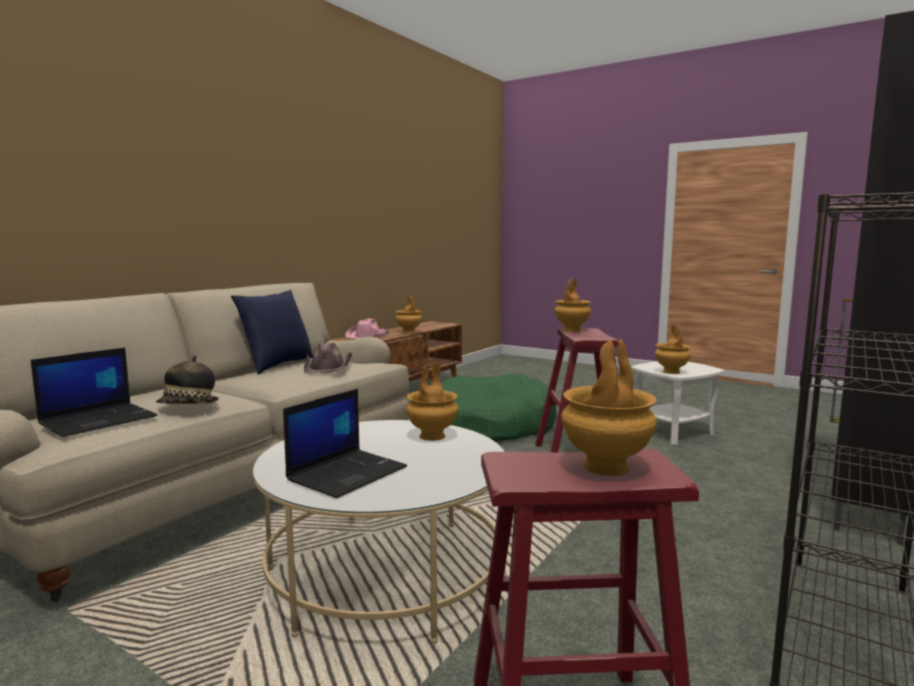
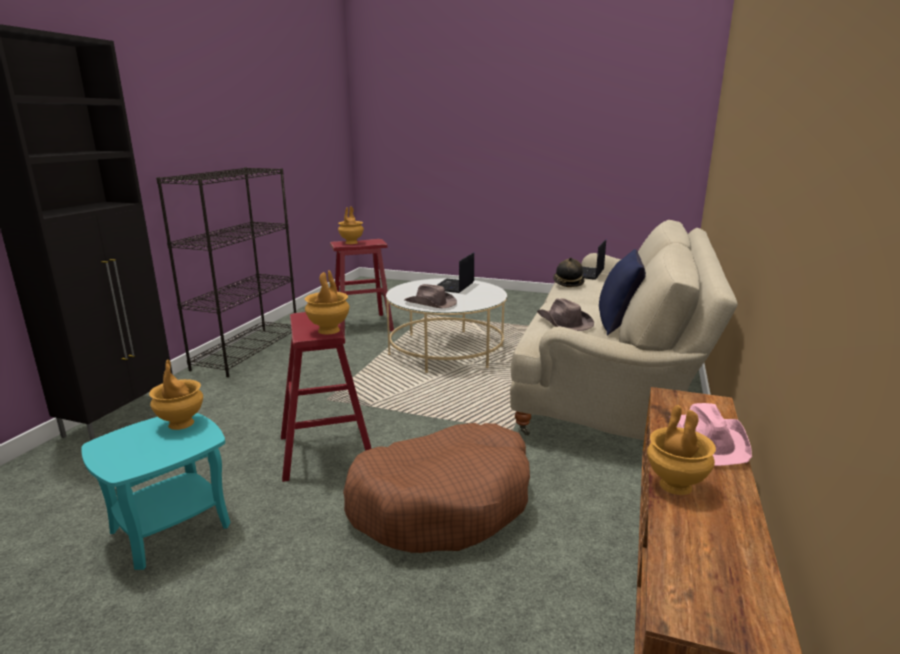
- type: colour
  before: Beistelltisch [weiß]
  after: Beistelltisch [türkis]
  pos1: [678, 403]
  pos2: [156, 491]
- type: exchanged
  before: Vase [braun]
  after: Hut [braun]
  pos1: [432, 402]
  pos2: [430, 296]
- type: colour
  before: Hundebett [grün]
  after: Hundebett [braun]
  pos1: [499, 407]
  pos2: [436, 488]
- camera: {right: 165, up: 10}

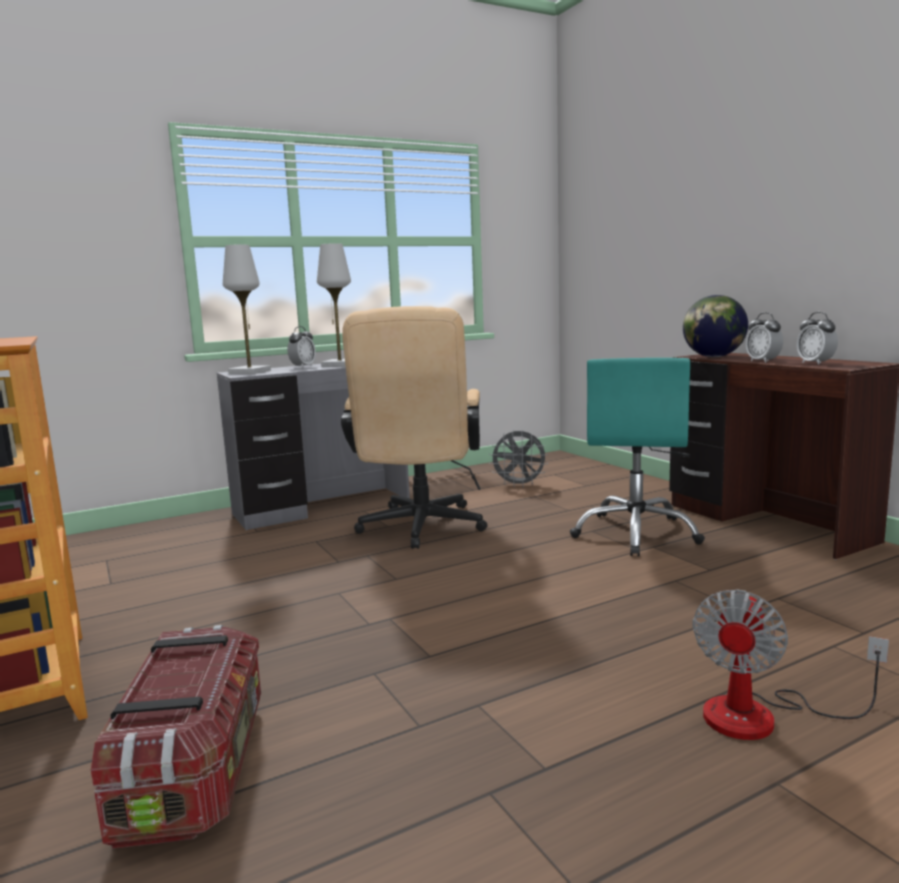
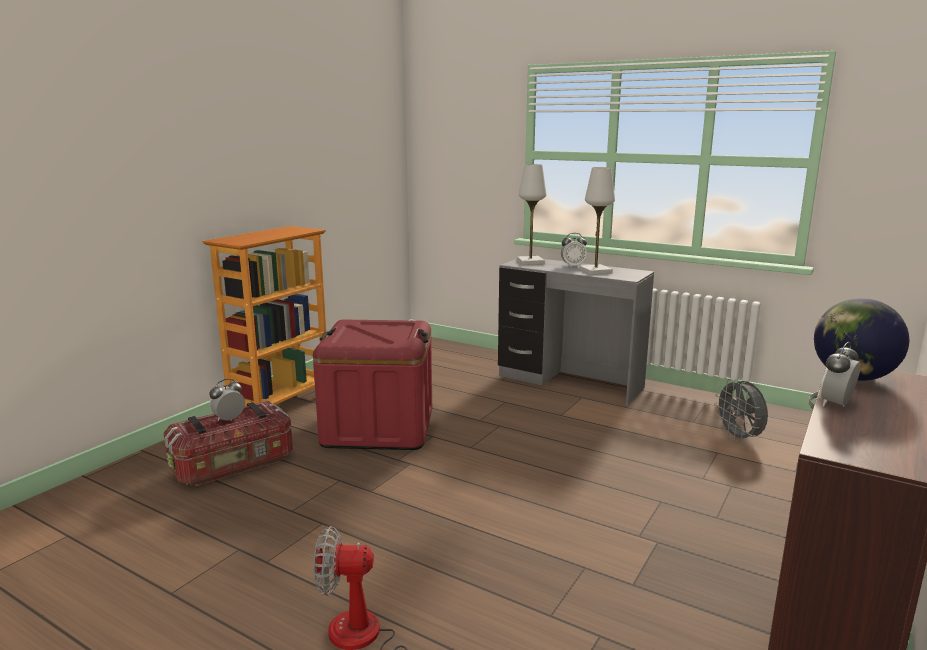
- type: missing
  before: Bürostuhl [beige]
  pos1: [414, 427]
- type: relocated
  before: Wecker
  pos1: [817, 338]
  pos2: [227, 400]
- type: missing
  before: Bürostuhl [türkis]
  pos1: [637, 457]
- type: appeared
  after: Aufbewahrungsbox [rot]
  pos2: [372, 385]
- camera: {right: 60, up: 5}

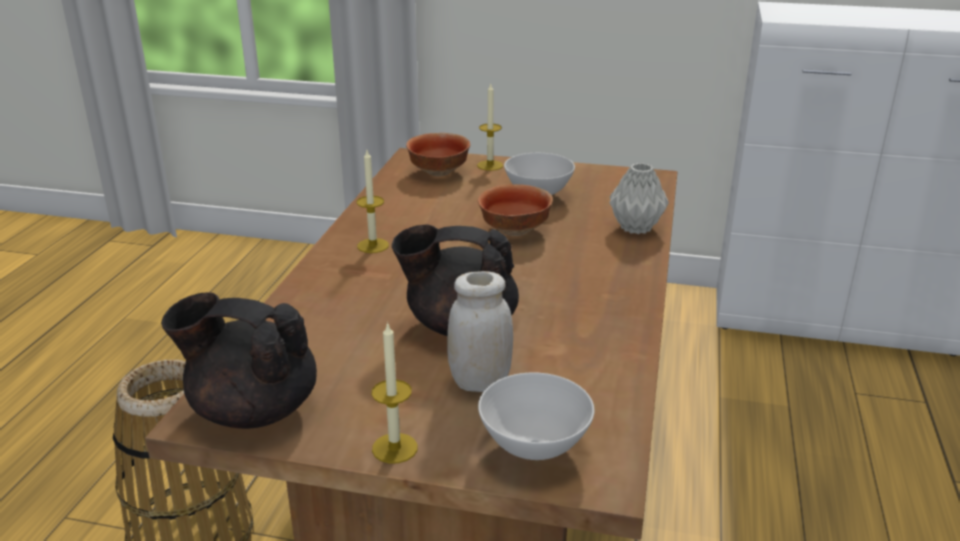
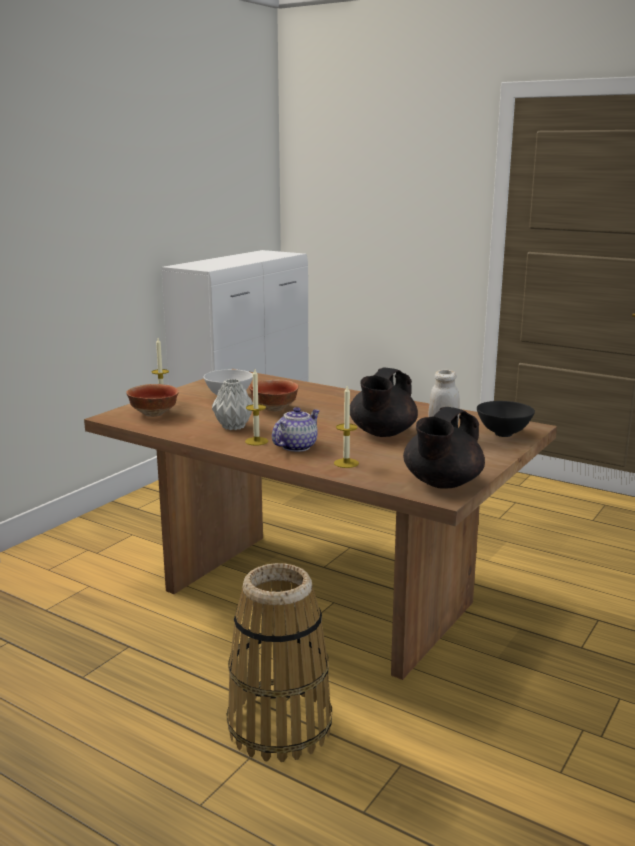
- type: relocated
  before: Vase [grau]
  pos1: [639, 198]
  pos2: [232, 404]
- type: relocated
  before: Kerze
  pos1: [394, 393]
  pos2: [346, 427]
- type: colour
  before: Schüssel [weiß]
  after: Schüssel [schwarz]
  pos1: [536, 416]
  pos2: [506, 419]
- type: appeared
  after: Teekanne
  pos2: [296, 429]
- camera: {right: -70, up: -10}

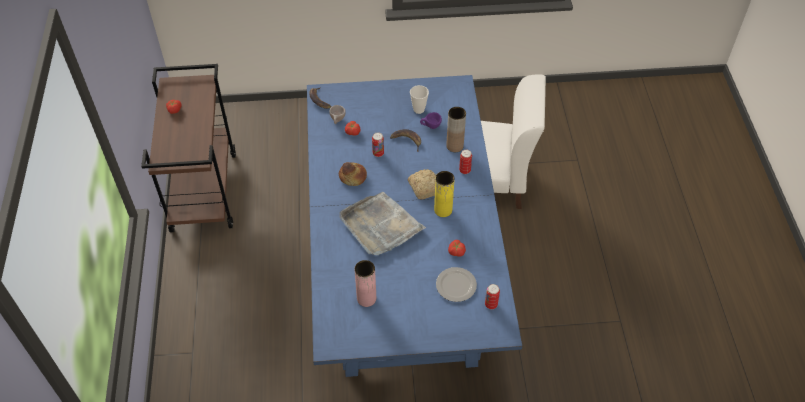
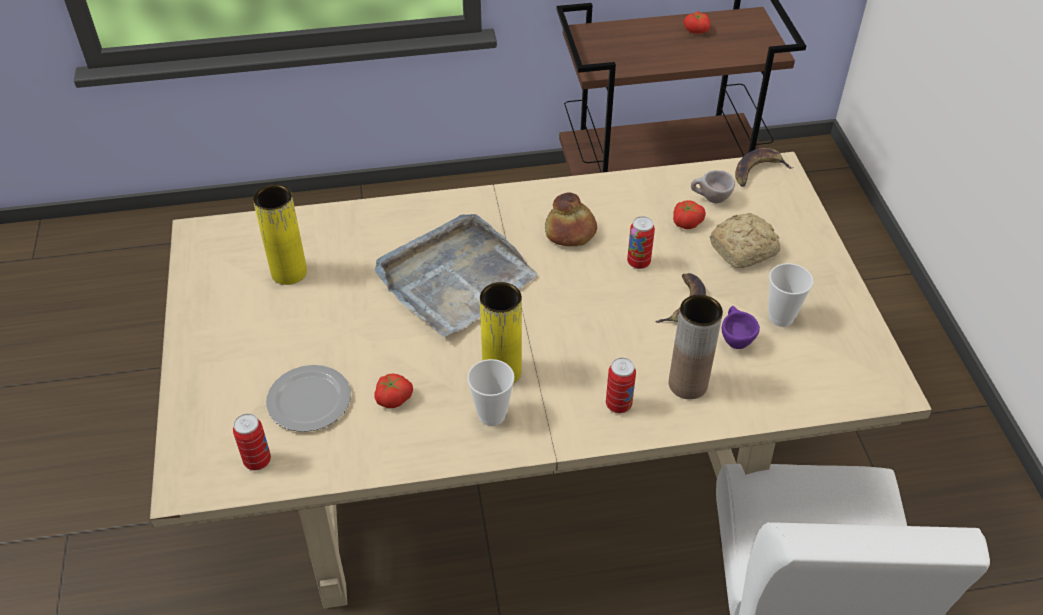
- type: colour
  before: Esstisch [blau]
  after: Esstisch [beige]
  pos1: [414, 226]
  pos2: [541, 380]
- type: relocated
  before: Brot
  pos1: [422, 184]
  pos2: [745, 240]
- type: colour
  before: Vase [rosa]
  after: Vase [gelb]
  pos1: [365, 283]
  pos2: [280, 235]
- type: appeared
  after: Tasse
  pos2: [491, 392]
- camera: {right: 85, up: -5}

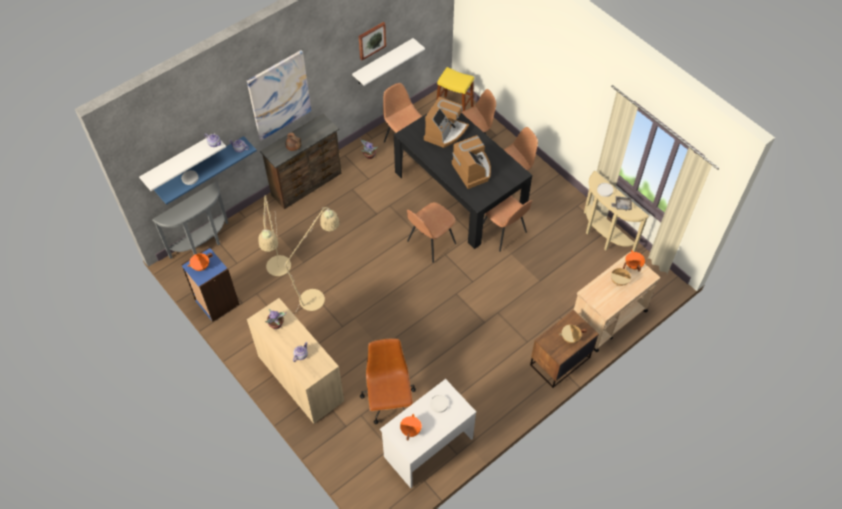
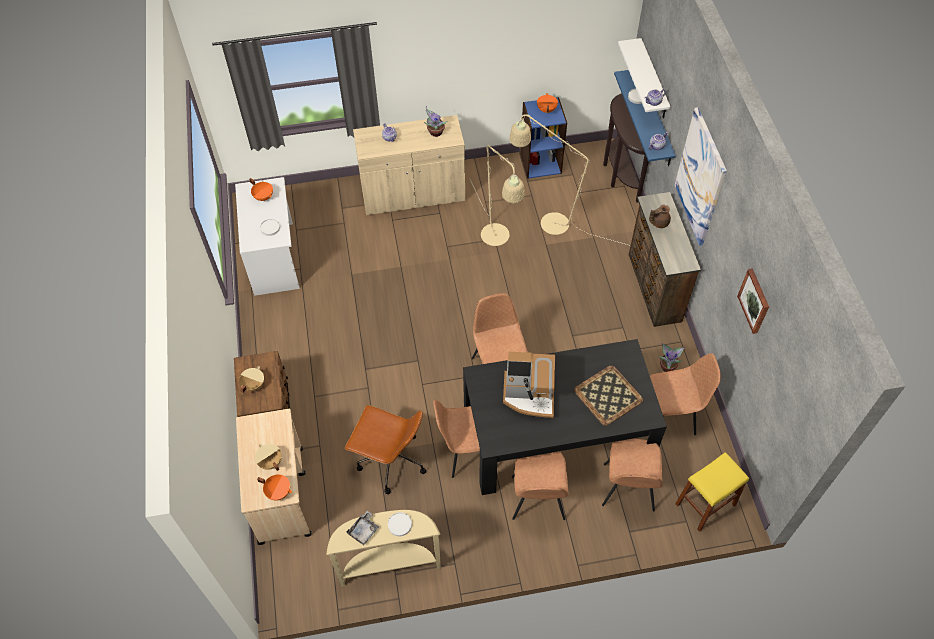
- type: missing
  before: Wandregal [weiß]
  pos1: [388, 62]
- type: exchanged
  before: Kaffeemaschine
  after: Tablett
  pos1: [446, 122]
  pos2: [608, 395]
- type: colour
  before: Konsolentisch [grau]
  after: Konsolentisch [braun]
  pos1: [190, 220]
  pos2: [626, 148]
- type: relocated
  before: Bürostuhl [braun]
  pos1: [388, 381]
  pos2: [385, 449]
- camera: {right: 120, up: 0}

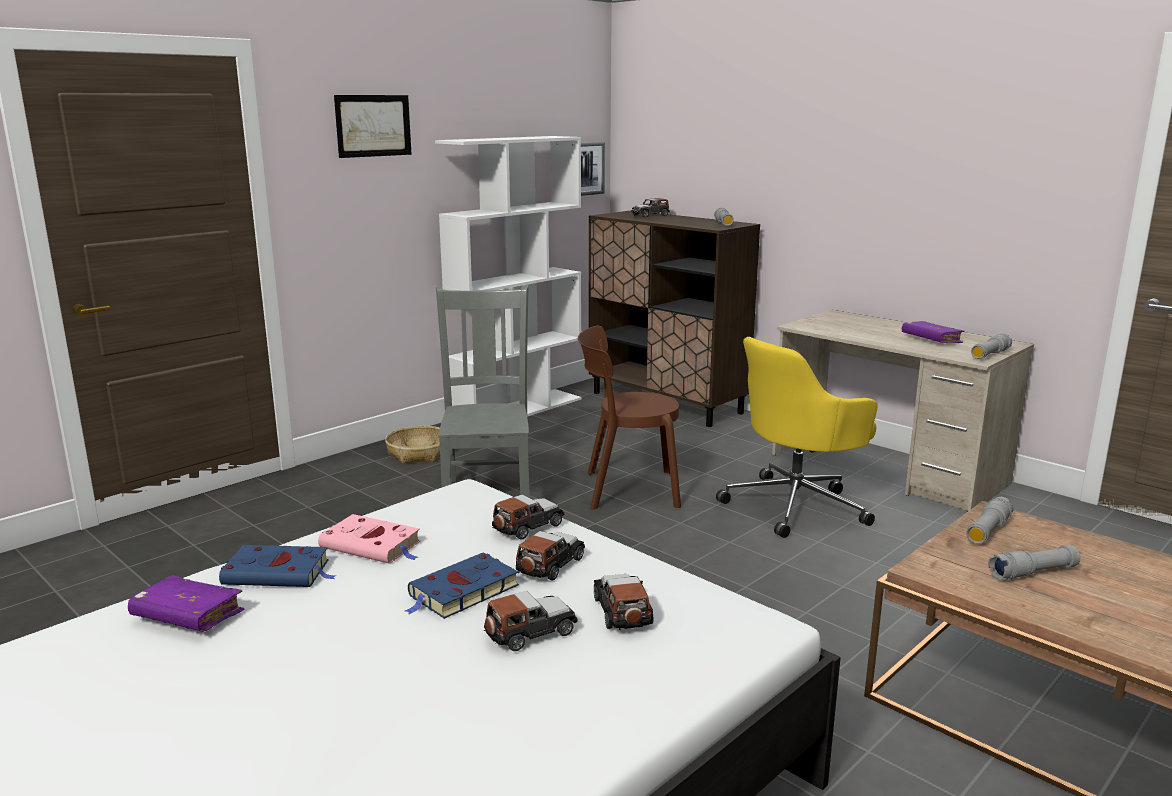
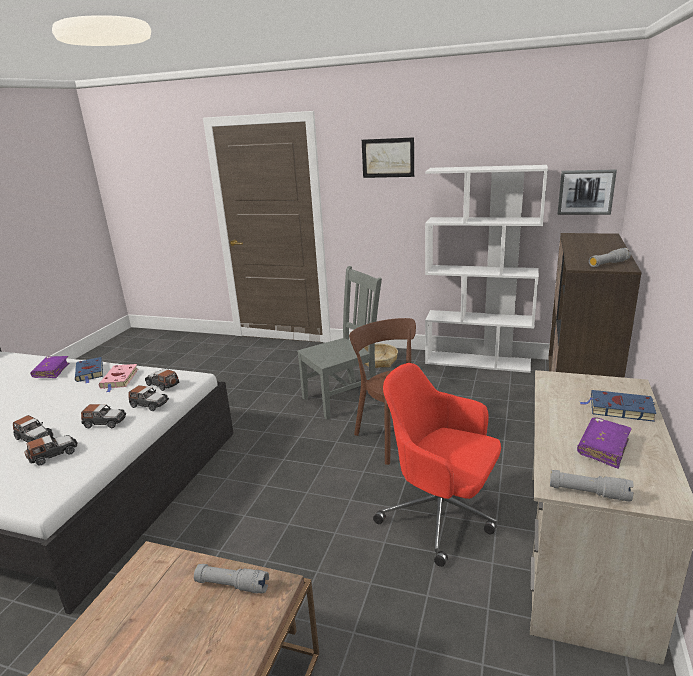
- type: relocated
  before: Spielzeugauto
  pos1: [650, 208]
  pos2: [162, 380]
- type: colour
  before: Bürostuhl [gelb]
  after: Bürostuhl [rot]
  pos1: [797, 437]
  pos2: [437, 465]
- type: missing
  before: Taschenlampe [grau]
  pos1: [1034, 562]
- type: relocated
  before: Buch [blau]
  pos1: [462, 585]
  pos2: [618, 406]
- camera: {right: 65, up: 5}

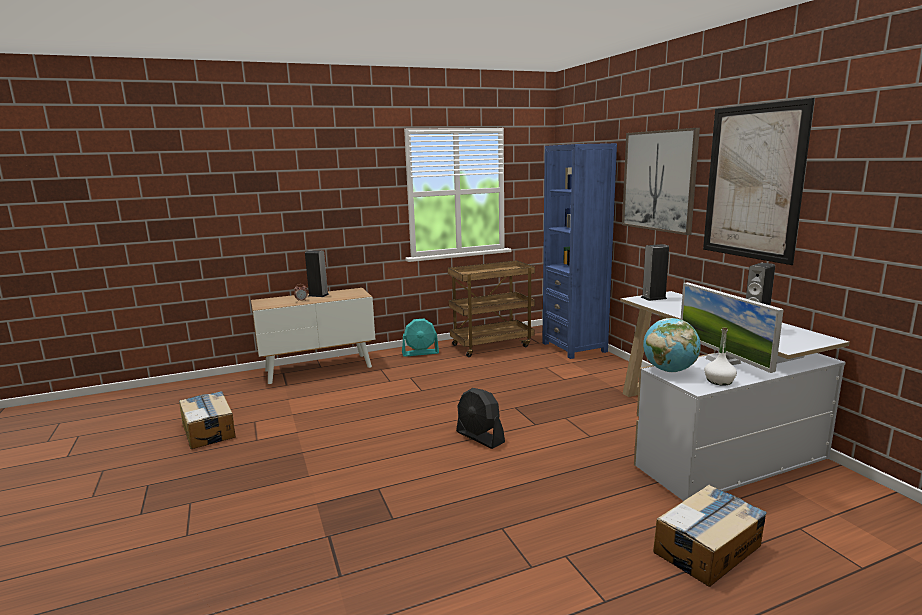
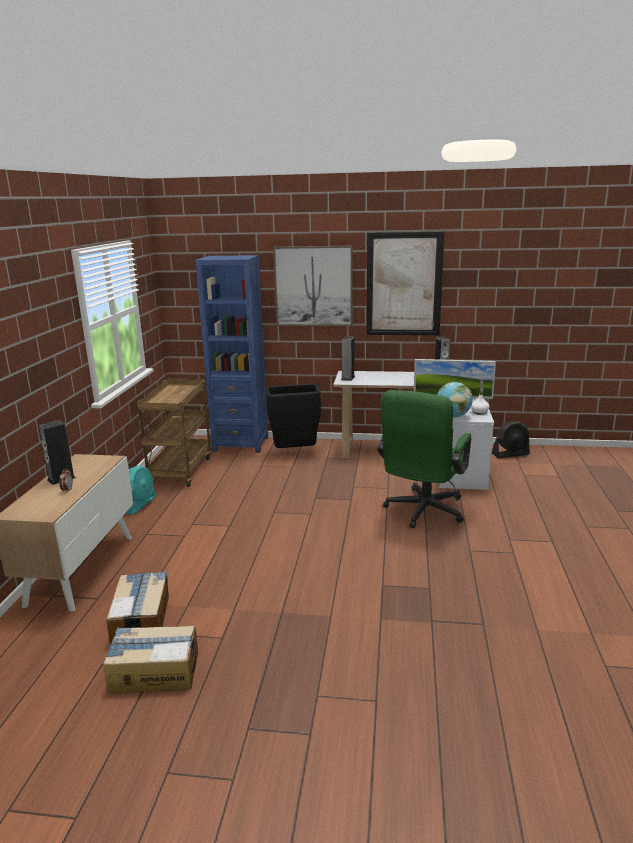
- type: relocated
  before: Ventilator [schwarz]
  pos1: [480, 418]
  pos2: [511, 439]
- type: relocated
  before: Karton
  pos1: [710, 536]
  pos2: [137, 608]
- type: appeared
  after: Mülleimer [schwarz]
  pos2: [293, 416]
- type: appeared
  after: Bürostuhl [grün]
  pos2: [424, 459]
- camera: {right: -60, up: 5}

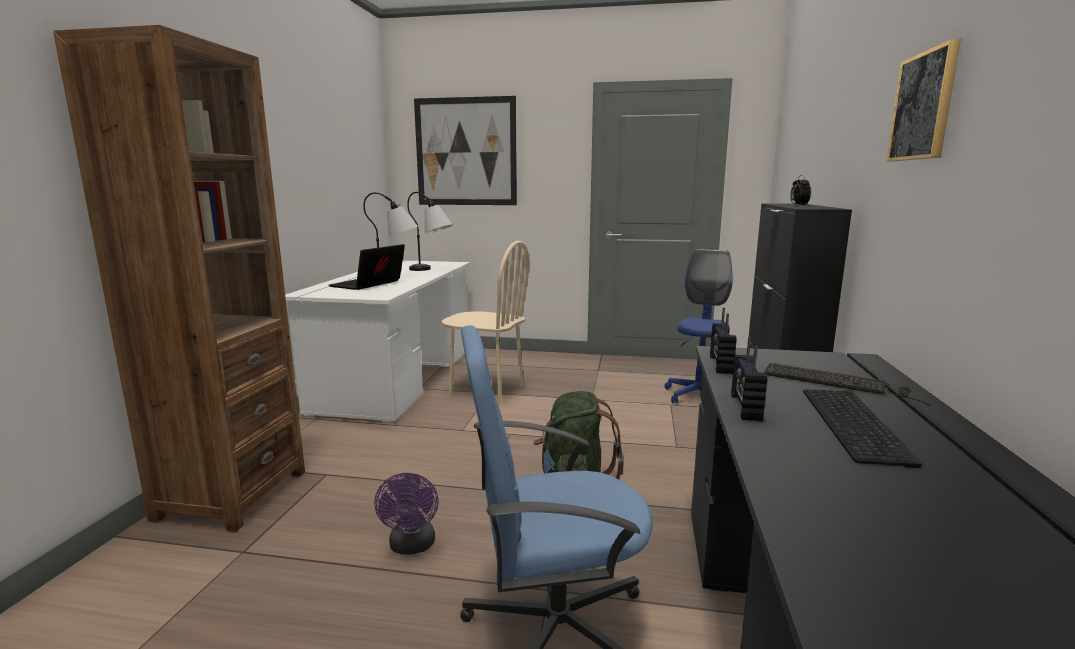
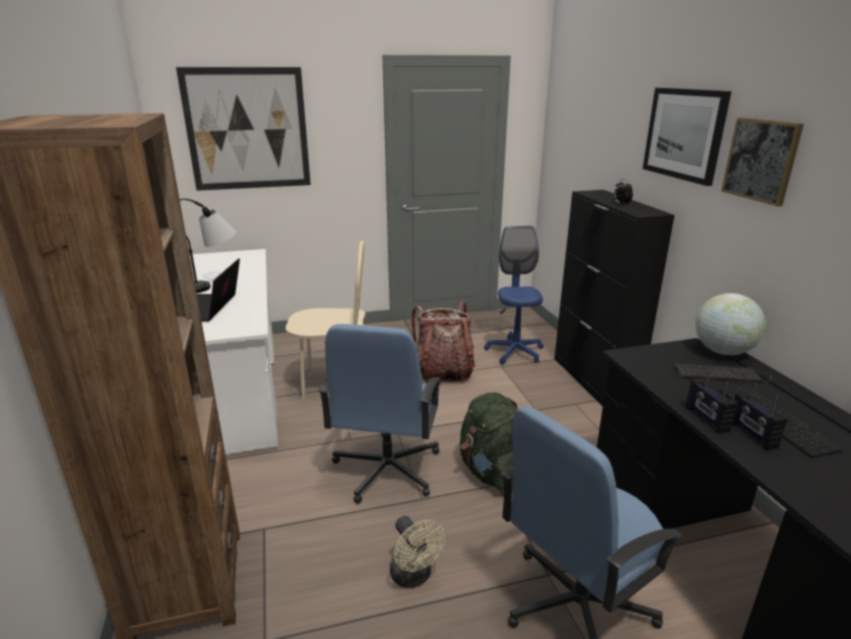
- type: missing
  before: Tischlampe
  pos1: [430, 231]
- type: relocated
  before: Radio
  pos1: [723, 341]
  pos2: [760, 416]
- type: colour
  before: Ventilator [lila]
  after: Ventilator [beige]
  pos1: [406, 513]
  pos2: [417, 552]
- type: appeared
  after: Bild
  pos2: [687, 137]
- type: appeared
  after: Globus
  pos2: [730, 324]
- type: appeared
  after: Rucksack
  pos2: [443, 342]
- type: appeared
  after: Bürostuhl [blau]
  pos2: [380, 414]
- camera: {right: -25, up: 10}

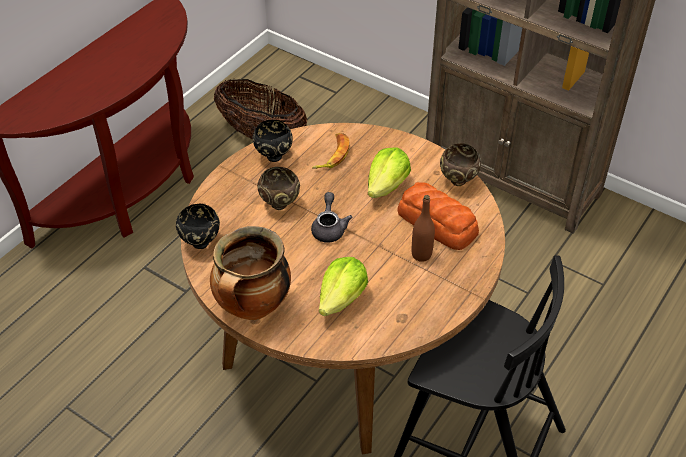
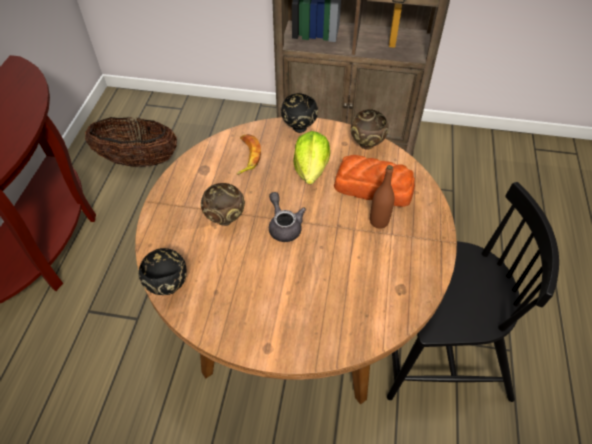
- type: relocated
  before: Schüssel [schwarz]
  pos1: [273, 141]
  pos2: [299, 113]
- type: missing
  before: Kochtopf
  pos1: [250, 273]
- type: missing
  before: Salatkopf
  pos1: [343, 286]
- camera: {right: -25, up: 5}

